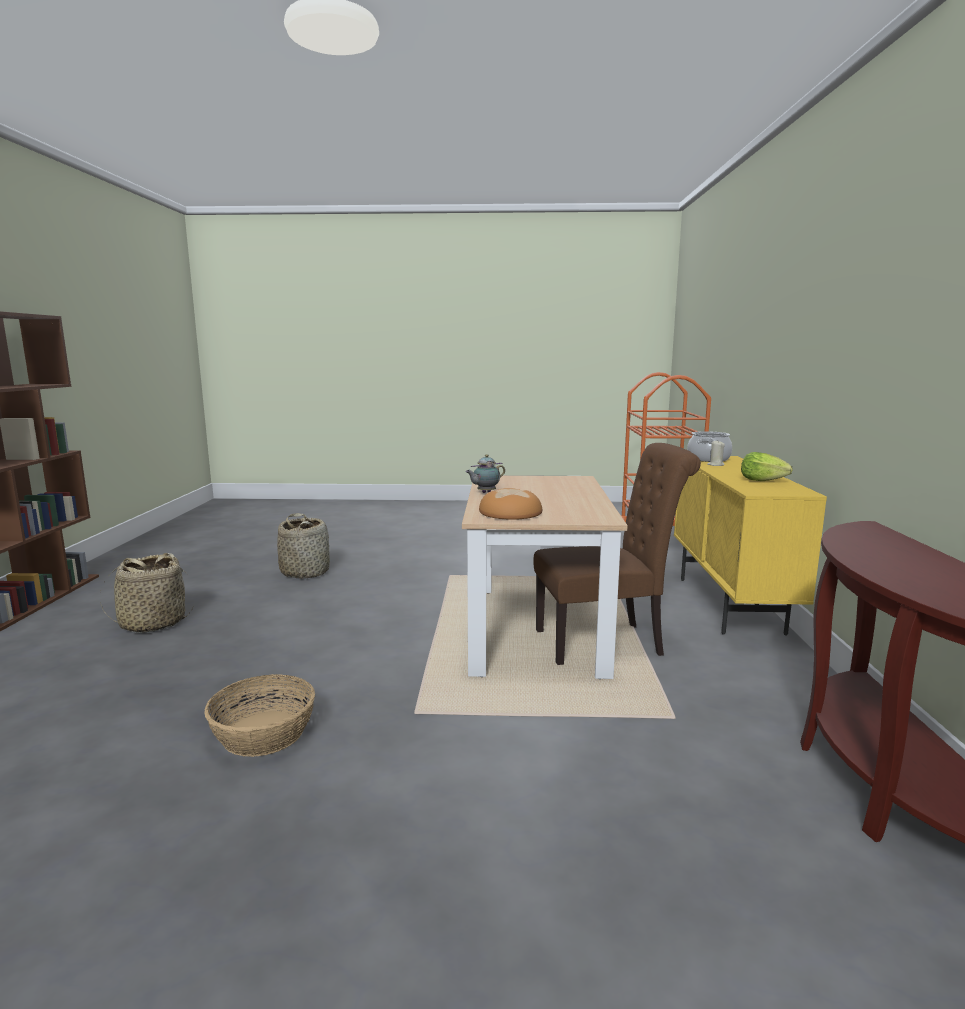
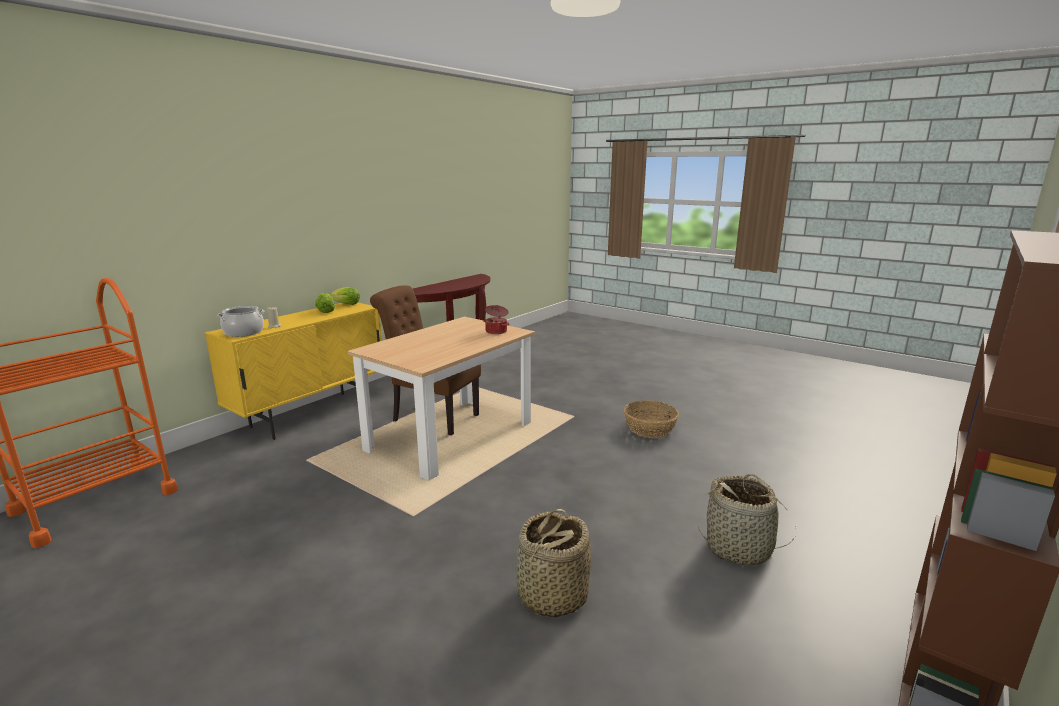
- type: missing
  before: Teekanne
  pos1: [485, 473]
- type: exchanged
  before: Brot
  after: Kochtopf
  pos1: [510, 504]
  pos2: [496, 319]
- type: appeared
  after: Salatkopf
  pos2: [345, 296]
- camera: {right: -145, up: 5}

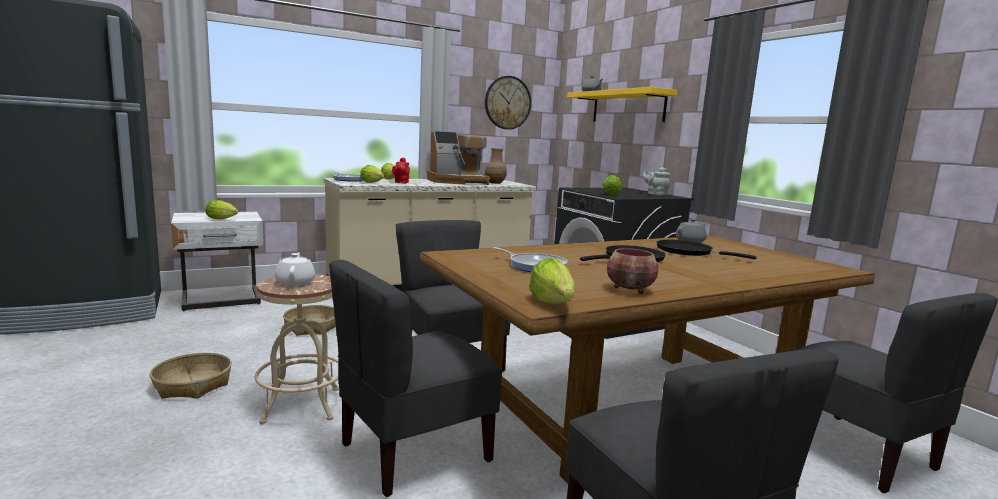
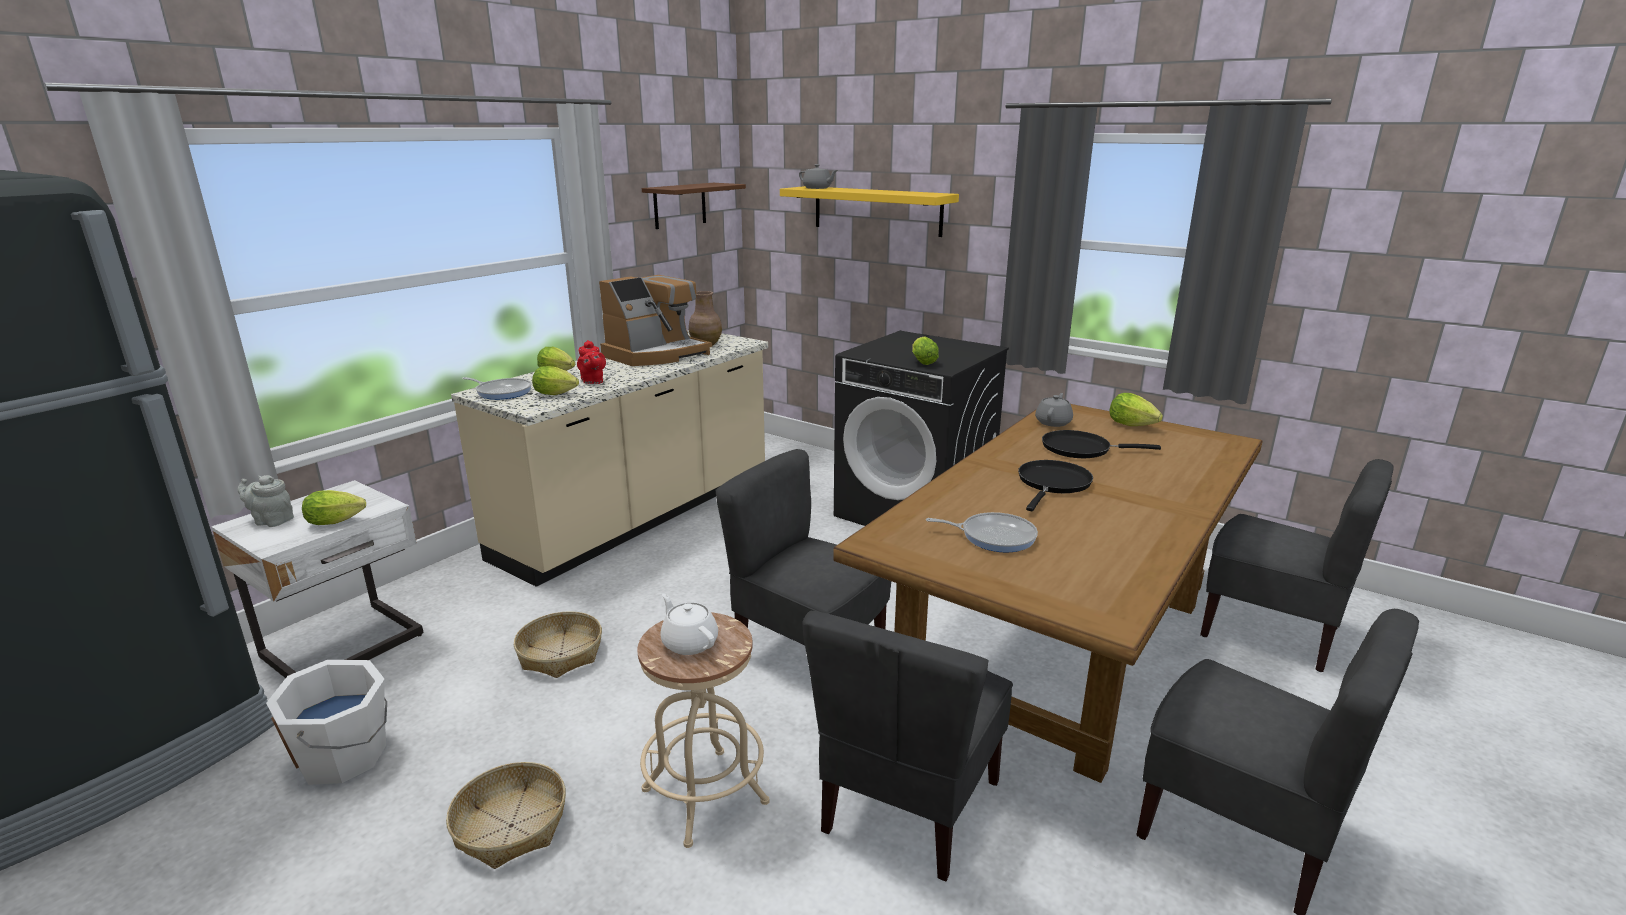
- type: exchanged
  before: Wanduhr
  after: Wandregal [braun]
  pos1: [508, 102]
  pos2: [694, 206]
- type: relocated
  before: Teekanne [grau]
  pos1: [656, 181]
  pos2: [265, 501]
- type: missing
  before: Schüssel
  pos1: [632, 271]
- type: relocated
  before: Salatkopf
  pos1: [552, 281]
  pos2: [1136, 409]
- type: appeared
  after: Eimer [weiß]
  pos2: [326, 722]
- camera: {right: -25, up: 10}

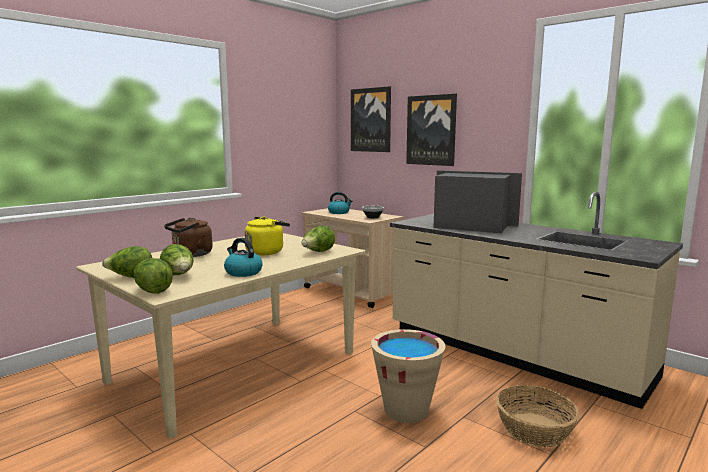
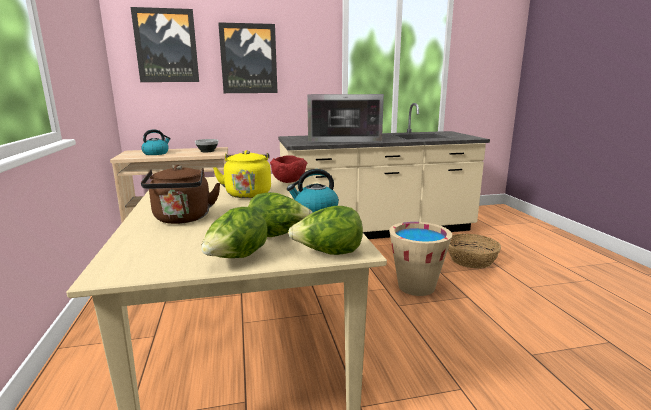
- type: spun
  before: Mikrowelle
  pos1: [477, 201]
  pos2: [345, 118]
  turn: -150
- type: exchanged
  before: Salatkopf
  after: Schüssel [rot]
  pos1: [318, 239]
  pos2: [288, 169]
- camera: {right: -55, up: 5}

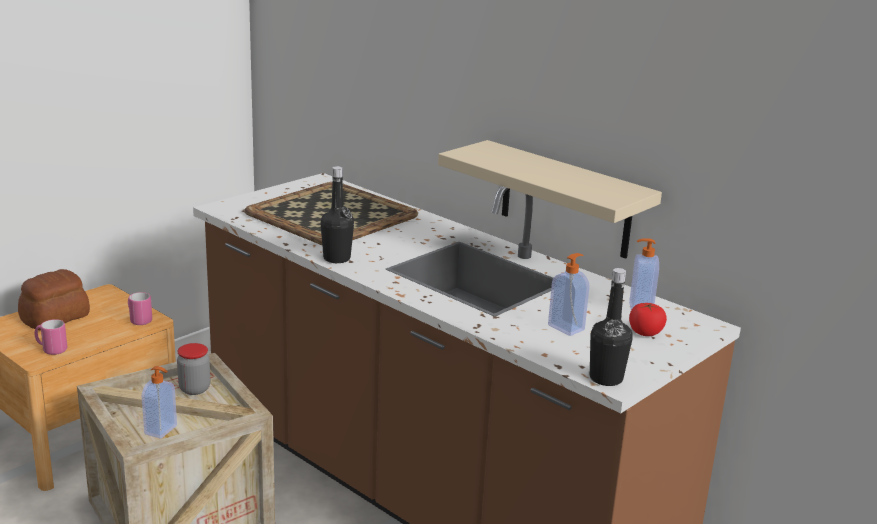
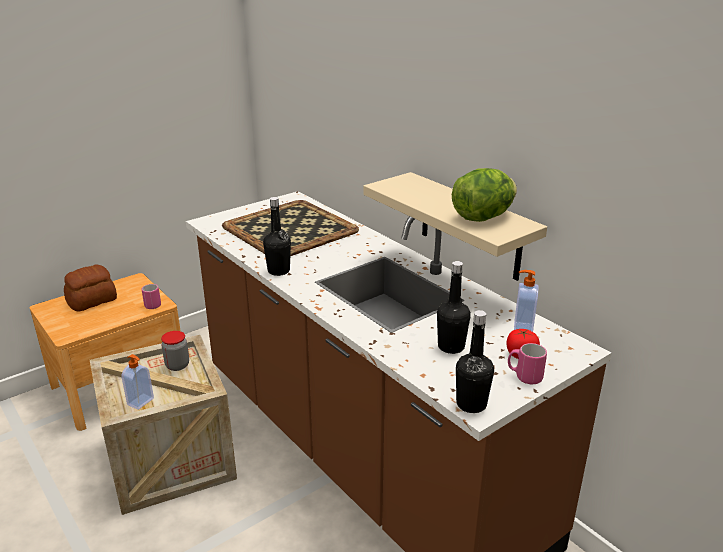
- type: exchanged
  before: Seifenspender
  after: Flasche [schwarz]
  pos1: [569, 294]
  pos2: [454, 307]
- type: relocated
  before: Henkelbecher [rosa]
  pos1: [51, 337]
  pos2: [527, 363]
- type: appeared
  after: Salatkopf
  pos2: [484, 195]
- camera: {right: 10, up: 5}

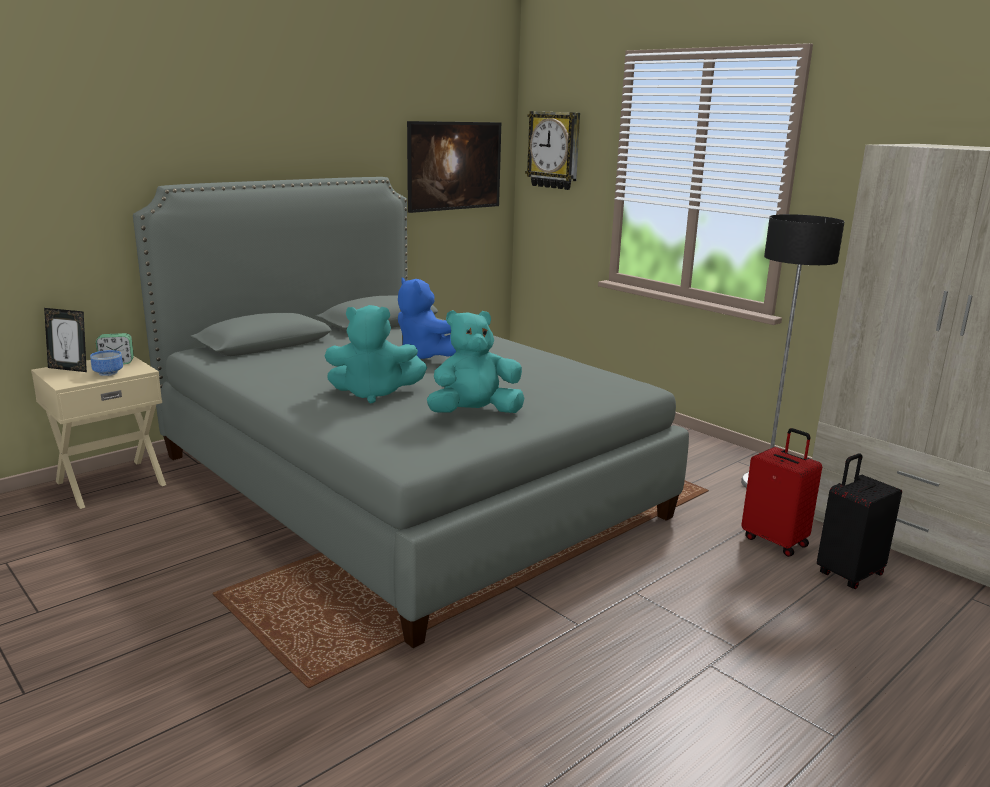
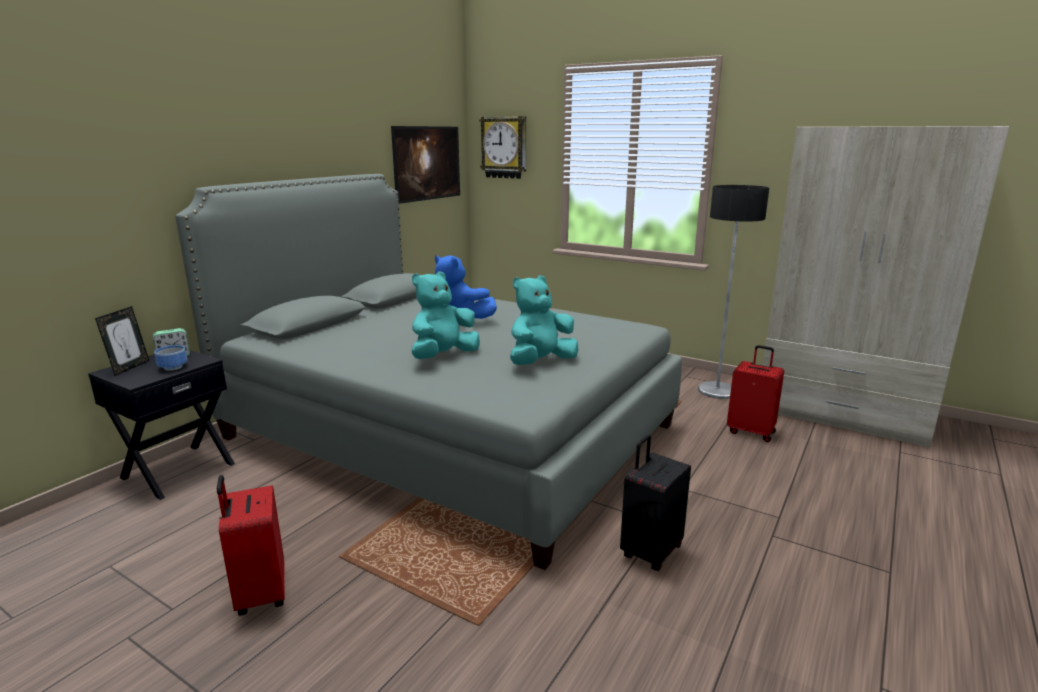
- type: spun
  before: Plüschtier [türkis]
  pos1: [376, 354]
  pos2: [446, 315]
  turn: 150
- type: spun
  before: Bilderrahmen
  pos1: [65, 340]
  pos2: [122, 341]
  turn: -75
- type: colour
  before: Nachttisch [beige]
  after: Nachttisch [schwarz]
  pos1: [98, 432]
  pos2: [161, 425]
- type: relocated
  before: Koffer [schwarz]
  pos1: [859, 521]
  pos2: [655, 503]
- type: appeared
  after: Koffer [rot]
  pos2: [251, 545]
- camera: {right: -15, up: 0}

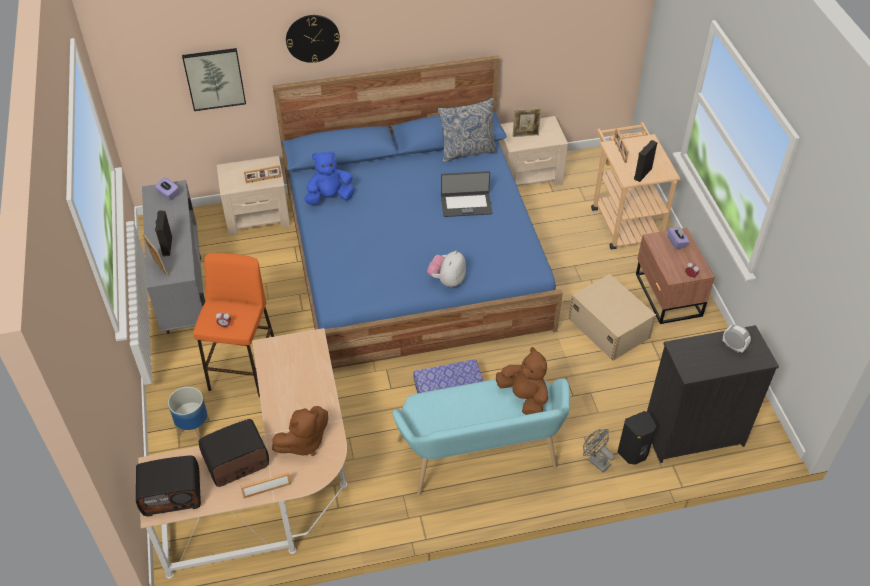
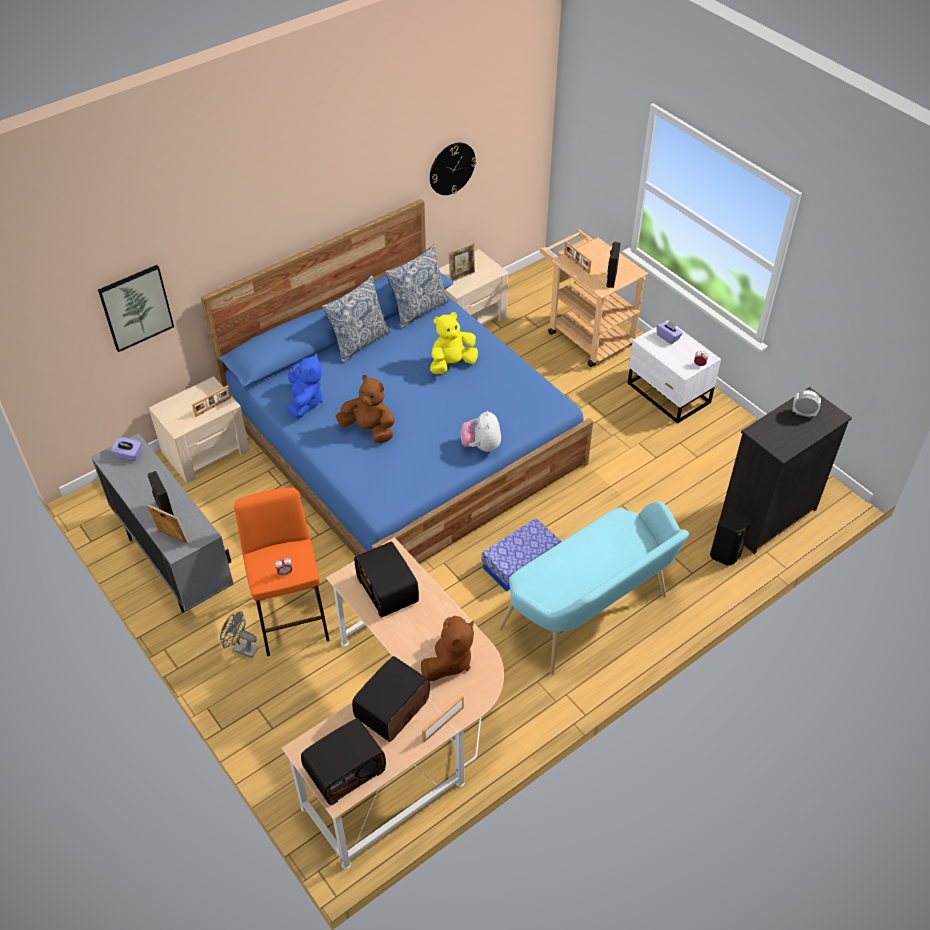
- type: relocated
  before: Wanduhr
  pos1: [313, 39]
  pos2: [453, 168]
- type: spun
  before: Plüschtier [blau]
  pos1: [329, 178]
  pos2: [304, 385]
  turn: 135
- type: exchanged
  before: Laptop
  after: Plüschtier [gelb]
  pos1: [466, 194]
  pos2: [454, 343]
- type: colour
  before: Nachttisch [braun]
  after: Nachttisch [weiß]
  pos1: [675, 276]
  pos2: [674, 372]
- type: missing
  before: Aufbewahrungsbox [beige]
  pos1: [612, 317]
- type: relocated
  before: Plüschtier [braun]
  pos1: [522, 381]
  pos2: [365, 409]
- type: missing
  before: Pflanzkübel
  pos1: [189, 413]
- type: relocated
  before: Ventilator [grau]
  pos1: [599, 450]
  pos2: [239, 634]
- type: appeared
  after: Kissen
  pos2: [356, 319]
- type: appeared
  after: Radio
  pos2: [386, 579]
- camera: {right: -25, up: 0}

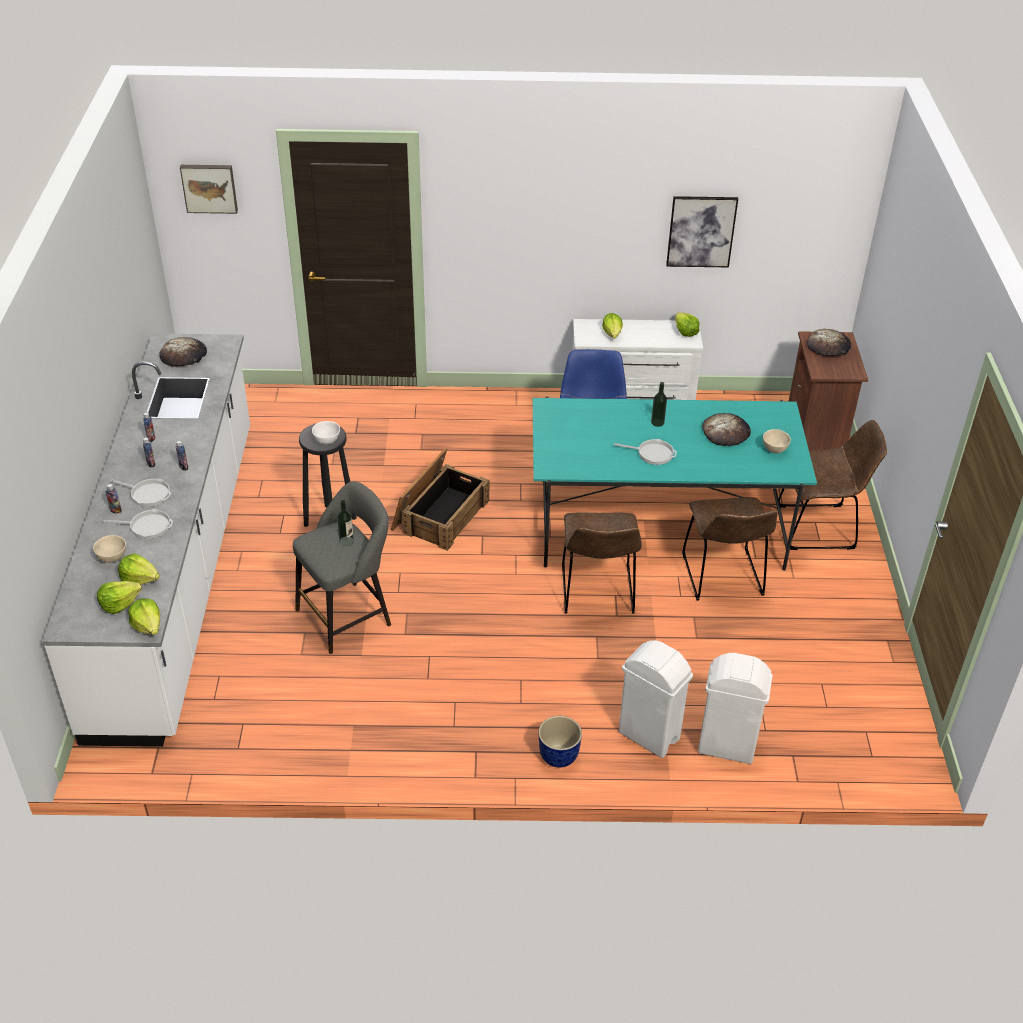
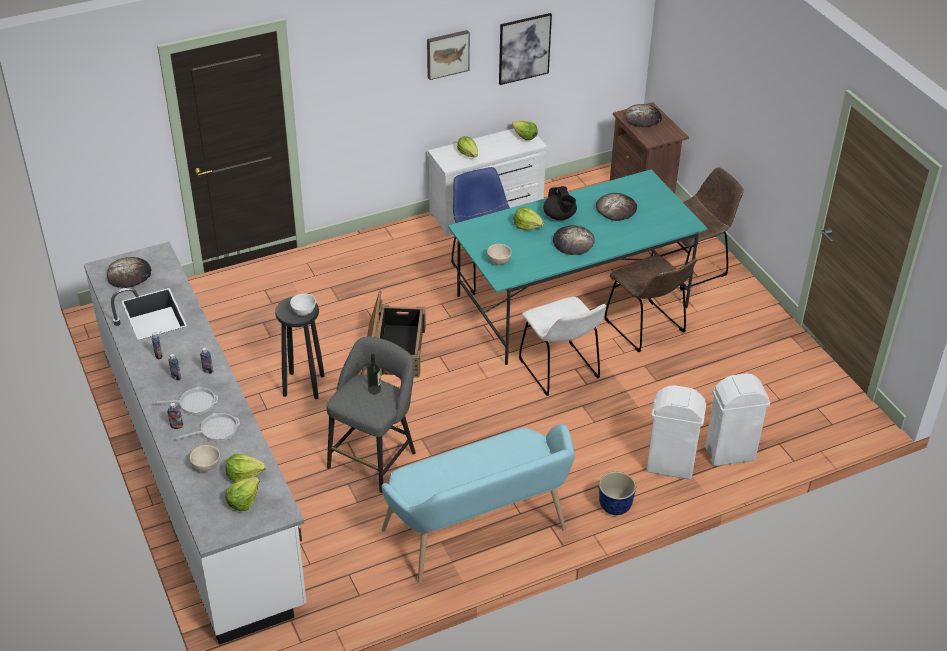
- type: relocated
  before: Bild
  pos1: [209, 189]
  pos2: [448, 55]
- type: exchanged
  before: Flasche
  after: Teekanne [schwarz]
  pos1: [659, 404]
  pos2: [560, 203]
- type: relocated
  before: Schüssel [beige]
  pos1: [777, 441]
  pos2: [499, 254]
- type: exchanged
  before: Pfanne
  after: Brot
  pos1: [645, 452]
  pos2: [574, 240]
- type: colour
  before: Stuhl [braun]
  after: Stuhl [weiß]
  pos1: [602, 563]
  pos2: [562, 346]
- type: relocated
  before: Salatkopf
  pos1: [144, 617]
  pos2: [529, 218]
- type: appeared
  after: Bank [türkis]
  pos2: [478, 503]
- camera: {right: -25, up: 0}

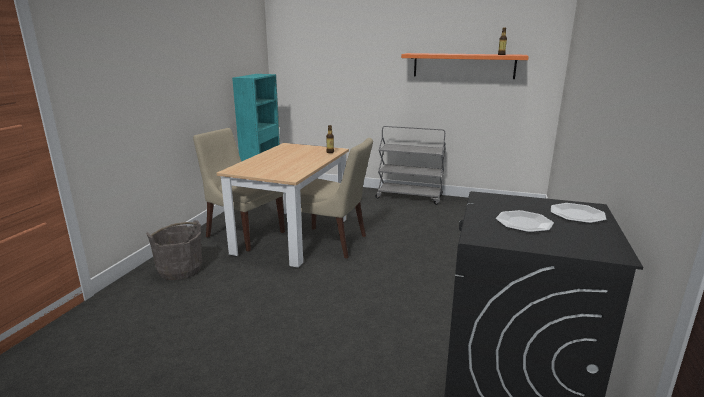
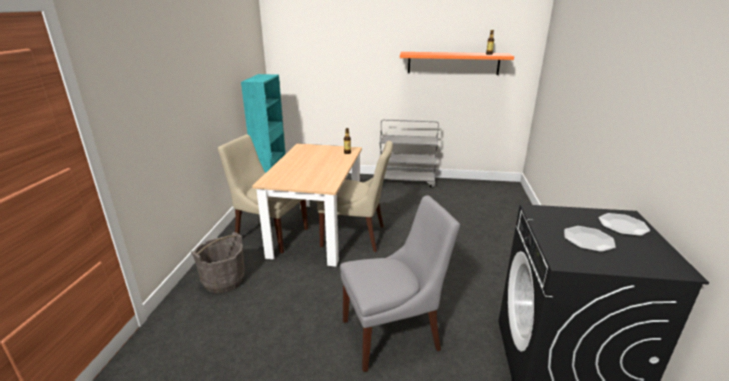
- type: appeared
  after: Stuhl [grau]
  pos2: [400, 284]
- camera: {right: -10, up: 5}

